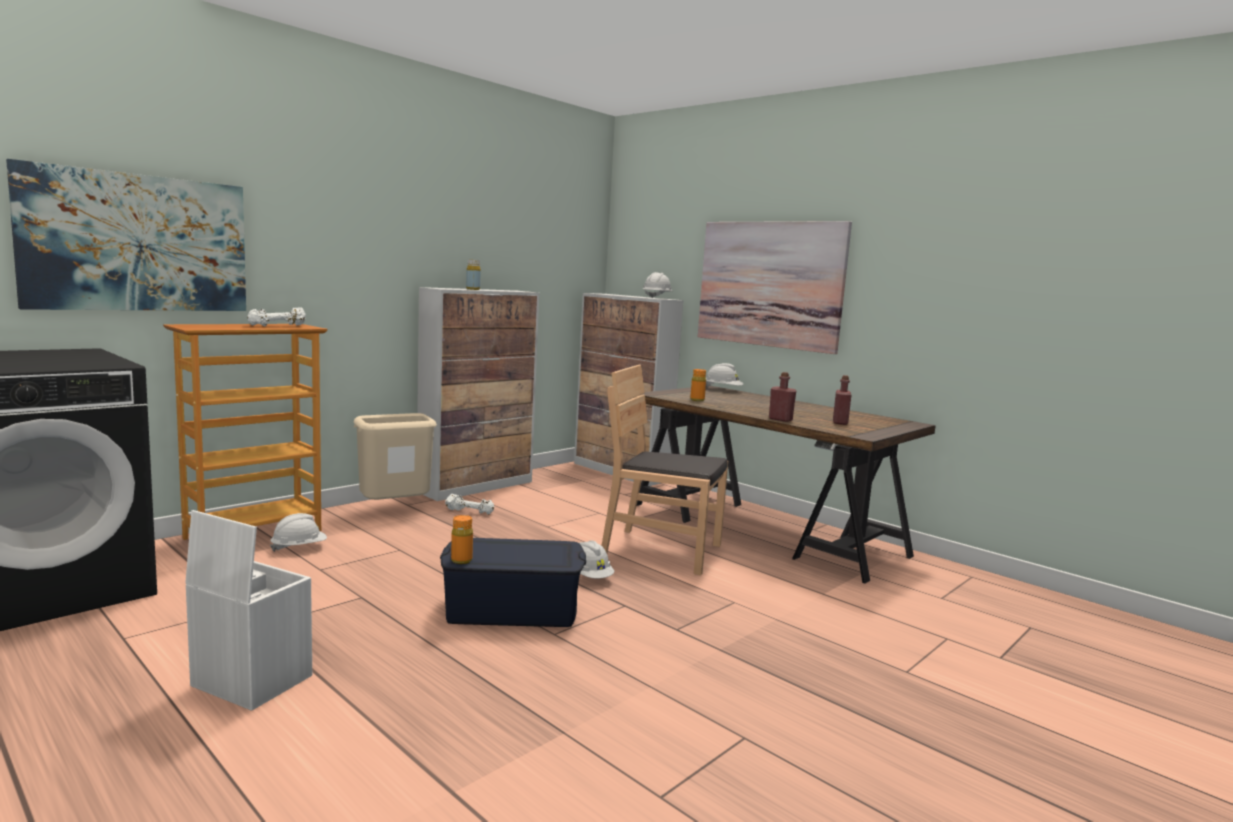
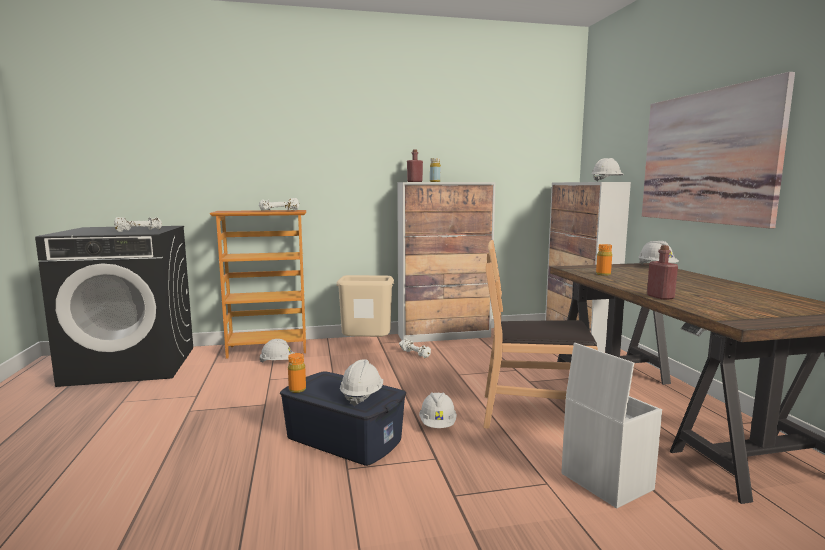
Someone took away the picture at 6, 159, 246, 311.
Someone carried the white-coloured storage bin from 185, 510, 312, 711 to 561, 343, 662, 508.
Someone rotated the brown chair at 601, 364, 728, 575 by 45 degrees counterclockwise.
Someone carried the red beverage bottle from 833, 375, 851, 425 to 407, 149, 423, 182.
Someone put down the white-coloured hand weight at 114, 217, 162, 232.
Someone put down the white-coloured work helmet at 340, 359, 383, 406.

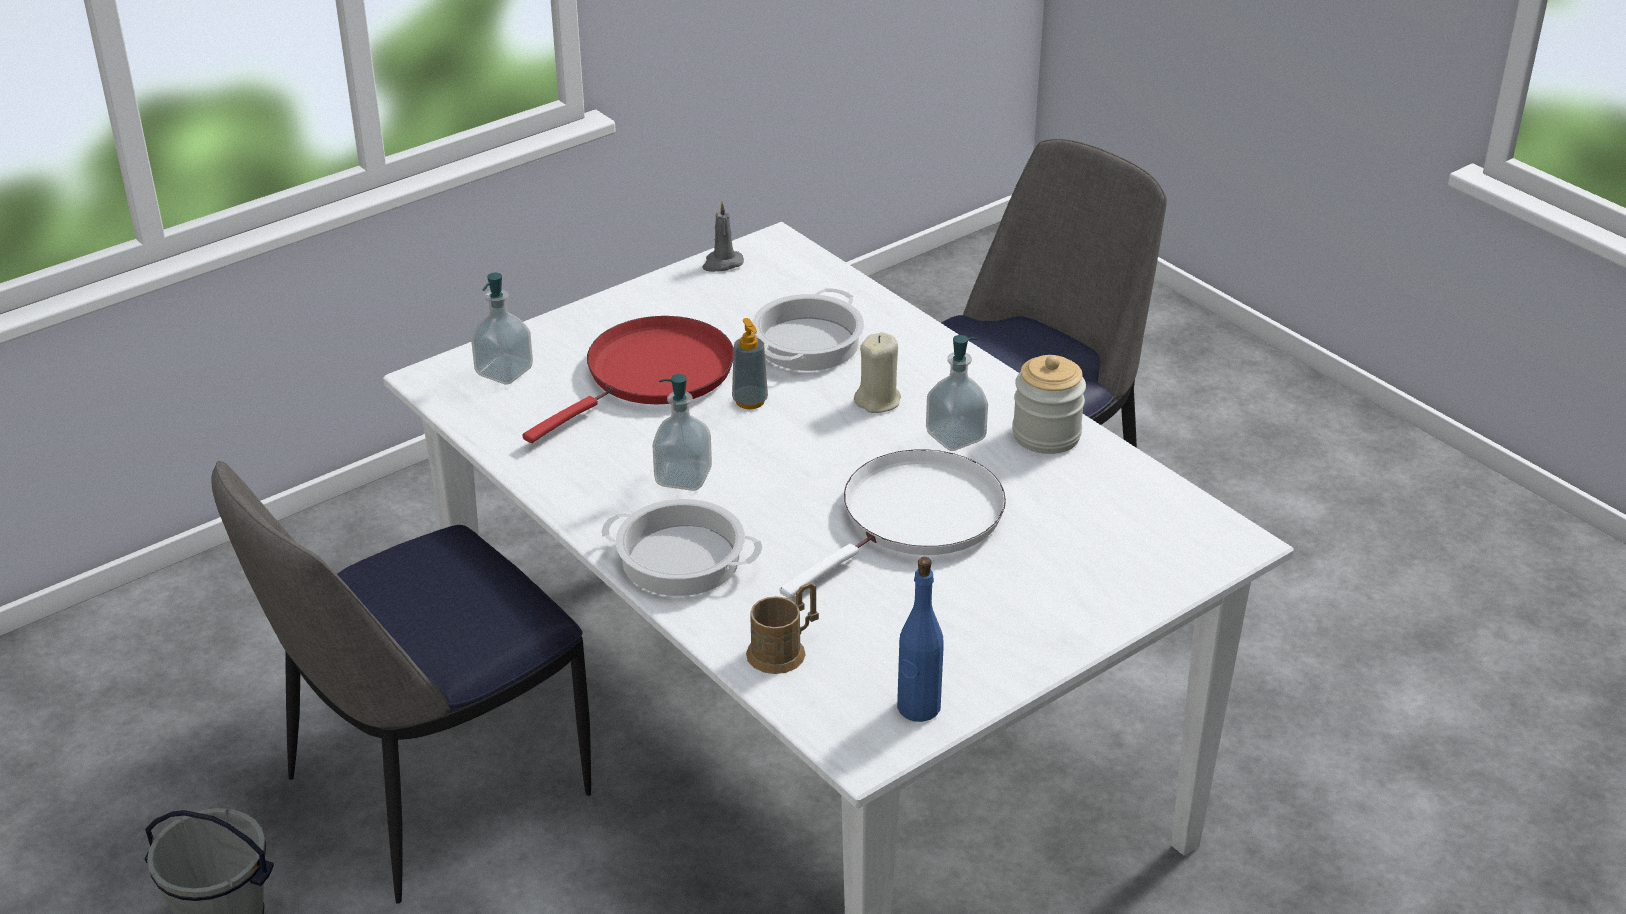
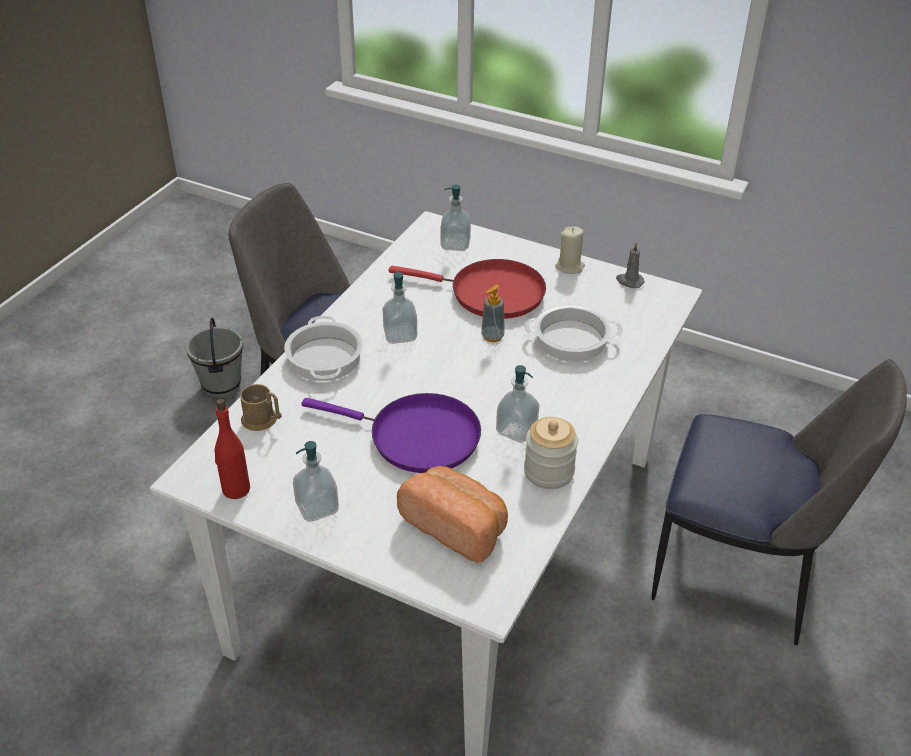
Someone repainted the white-coloured frying pan at 779, 449, 1006, 599, which became the purple-coloured frying pan at 302, 393, 481, 473.
Someone carried the beige wax light from 854, 332, 901, 413 to 555, 227, 585, 274.
Someone repainted the blue-coloured beverage bottle at 897, 557, 944, 722, which became the red beverage bottle at 215, 399, 250, 499.
Someone put down the soap dispenser at 293, 441, 339, 522.
Someone put down the bakery bread at 397, 466, 508, 563.

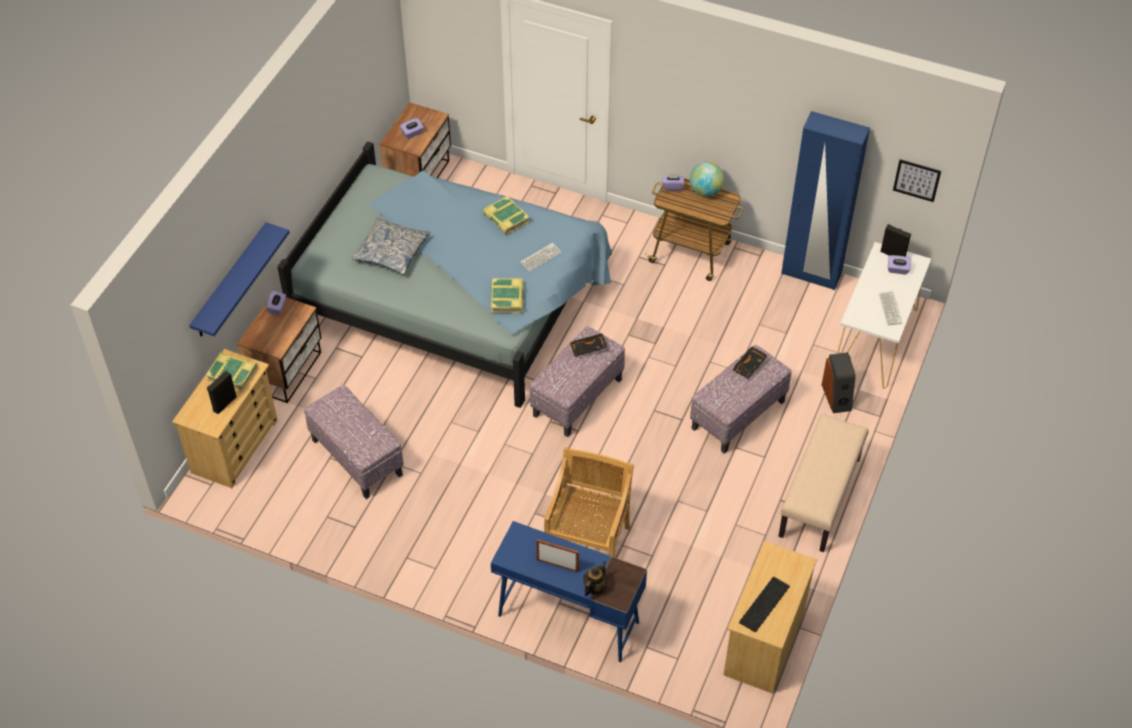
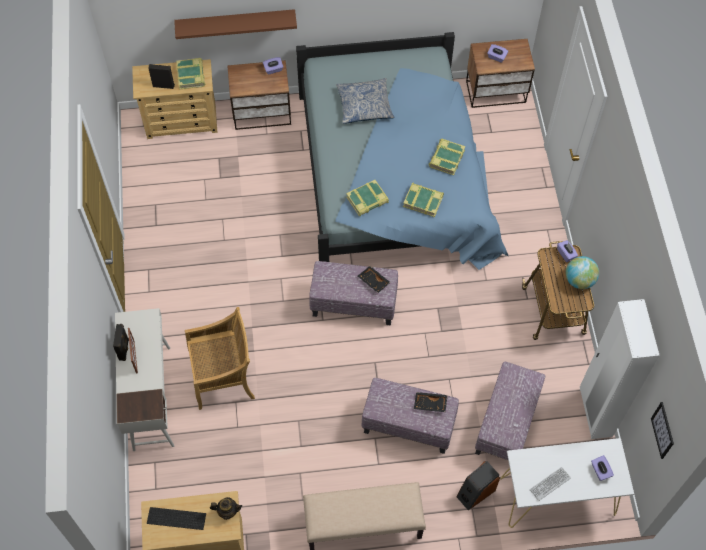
Someone repainted the blue-coloured wall shelf at 189, 222, 290, 337, which became the brown wall shelf at 174, 9, 297, 39.
Someone carried the footrest from 304, 385, 404, 499 to 475, 362, 545, 460.
Someone repainted the blue-coloured desk table at 491, 521, 647, 662, which became the white-coloured desk table at 115, 308, 174, 451.
Someone swapped the PC keyboard at 520, 243, 561, 271 for the volume at 403, 183, 444, 217.
Someone carried the teapot from 583, 561, 607, 596 to 210, 497, 242, 520.
Someone repainted the blue-coloured armoire at 781, 111, 870, 290, which became the white-coloured armoire at 580, 299, 660, 439.
Someone carried the blackish speaker from 880, 224, 911, 257 to 113, 324, 129, 361.

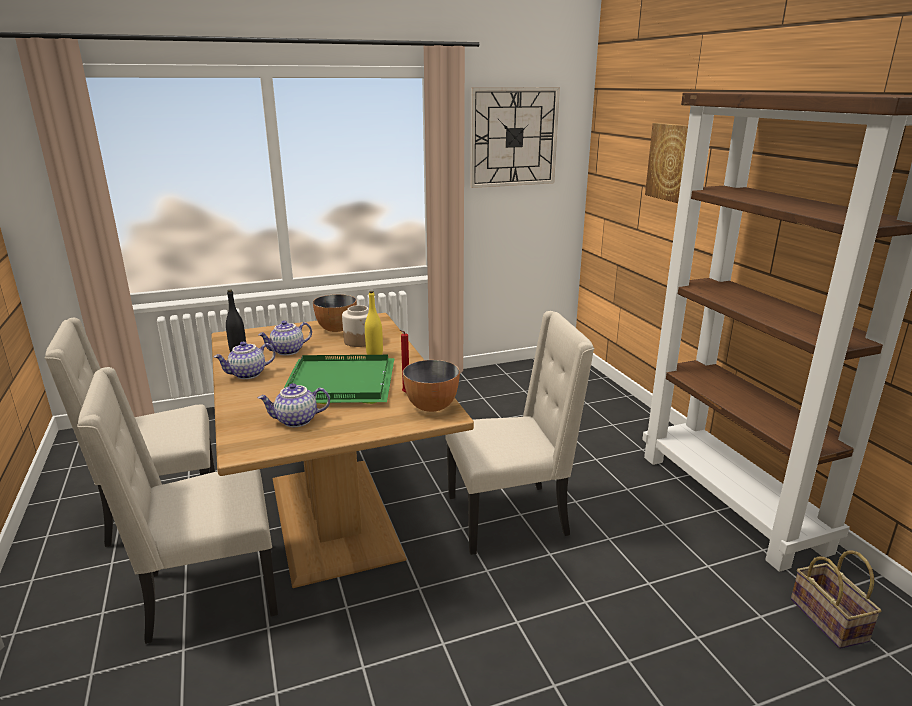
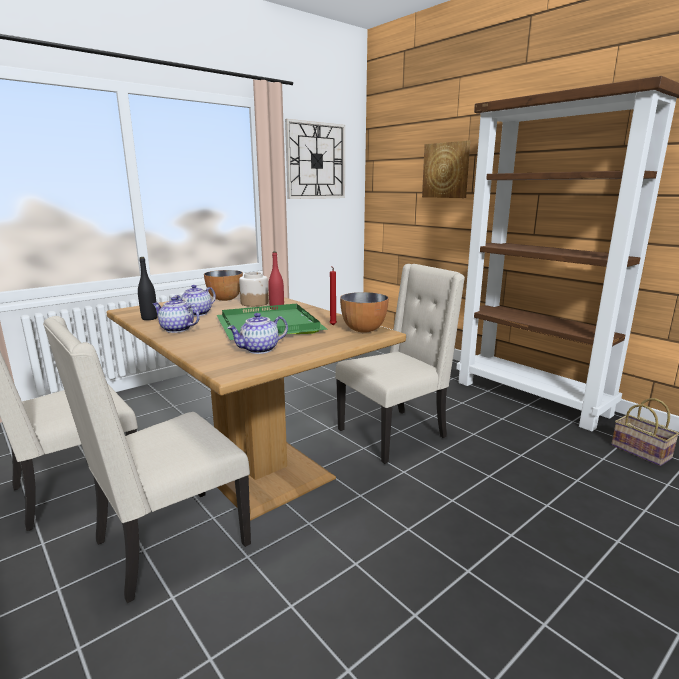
Someone rotated the teapot at 214, 341, 275, 379 by 75 degrees clockwise.
Someone repainted the yellowish beverage bottle at 365, 291, 383, 355, which became the red beverage bottle at 268, 251, 284, 310.

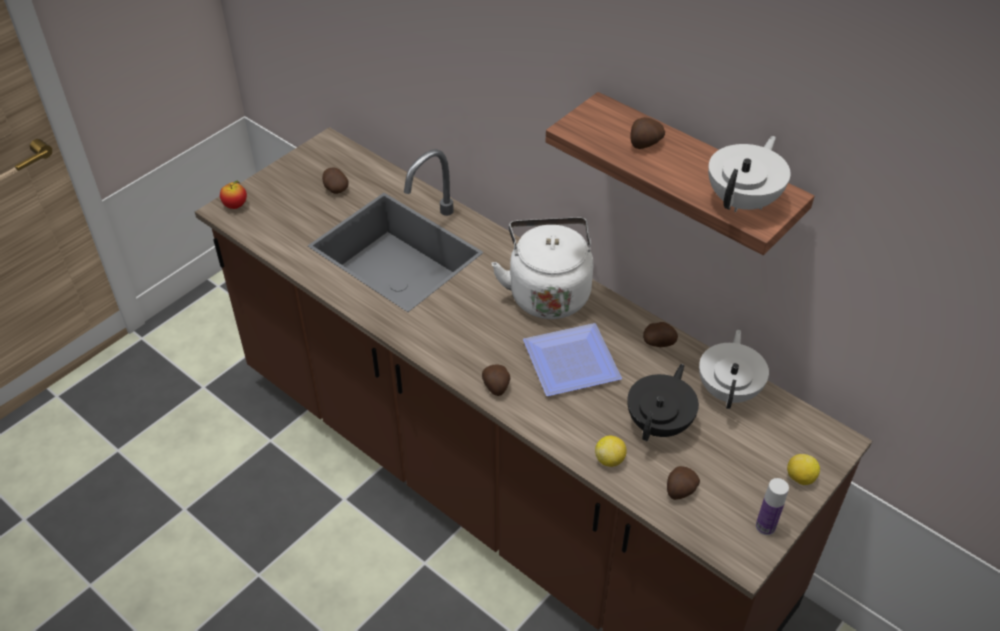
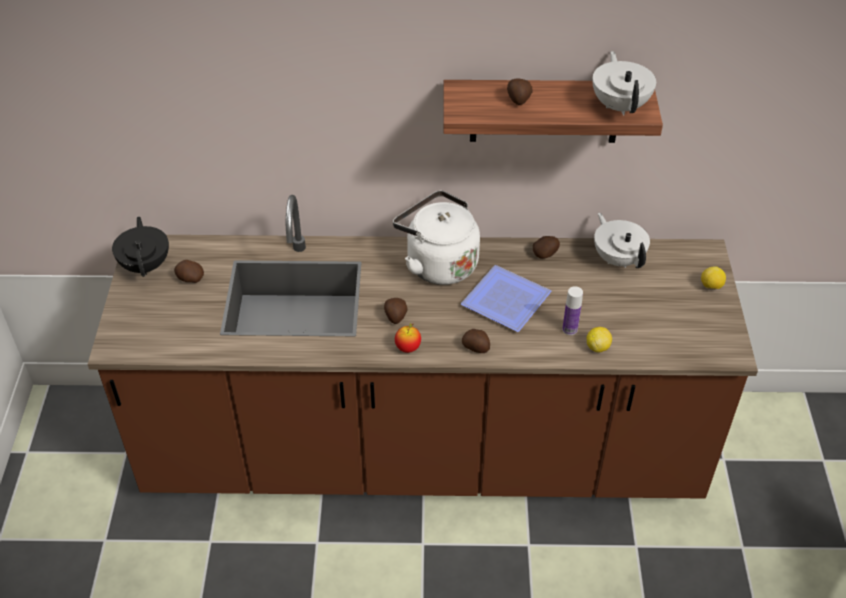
Someone carried the whole apple from 220, 180, 247, 209 to 395, 323, 421, 353.
Someone carried the blackish teapot from 627, 364, 699, 441 to 112, 216, 169, 277.
Someone carried the spud from 667, 466, 700, 500 to 384, 298, 408, 324.
Someone carried the beverage bottle from 756, 478, 789, 535 to 562, 286, 583, 335.

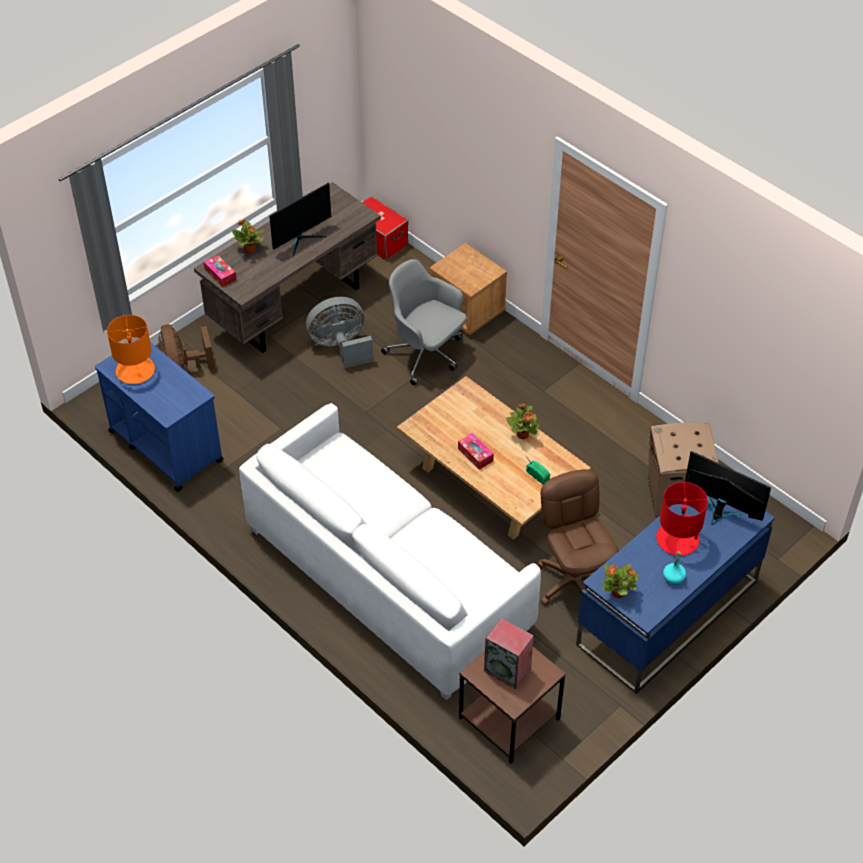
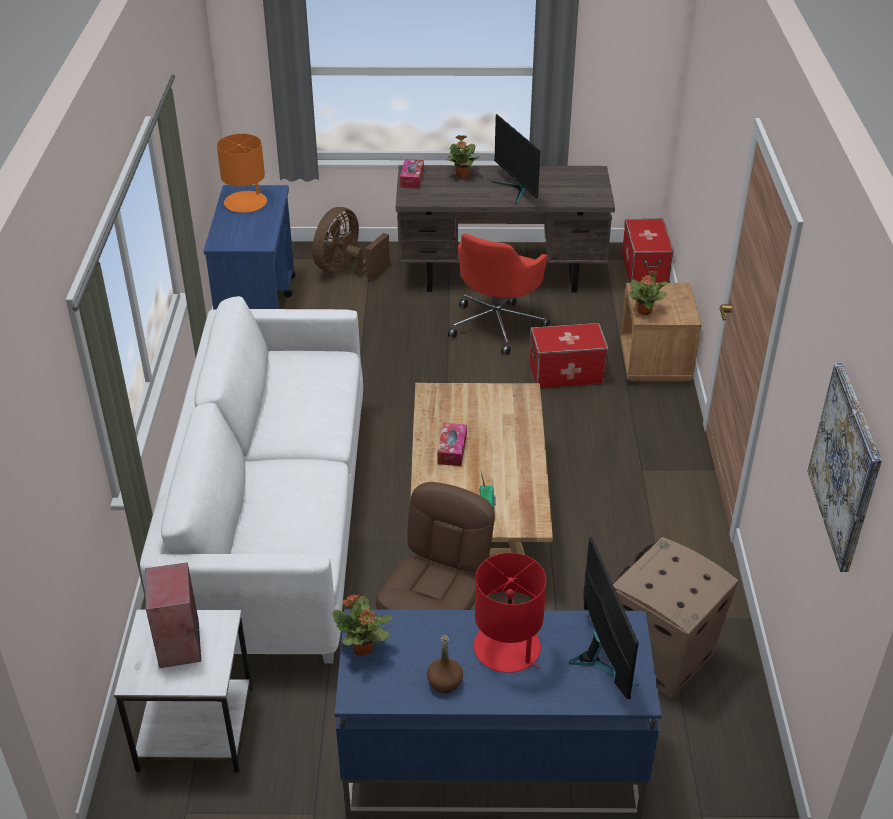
Someone rotated the monitor at 269, 183, 332, 257 by 60 degrees clockwise.
Someone swapped the gray cooling fan at 306, 297, 373, 368 for the red office chair at 448, 233, 550, 355.
Someone swapped the gray office chair at 381, 259, 467, 386 for the storage bin at 530, 323, 608, 389.
Someone repainted the brown side table at 459, 647, 566, 763, which became the white-coloured side table at 114, 610, 252, 772.
Someone carried the plant in a pot from 506, 404, 539, 439 to 629, 271, 668, 315.
Someone repainted the turquoise-coloured beverage bottle at 663, 551, 686, 585, which became the brown beverage bottle at 427, 635, 463, 693.
Someone put up the picture at 807, 363, 882, 572.

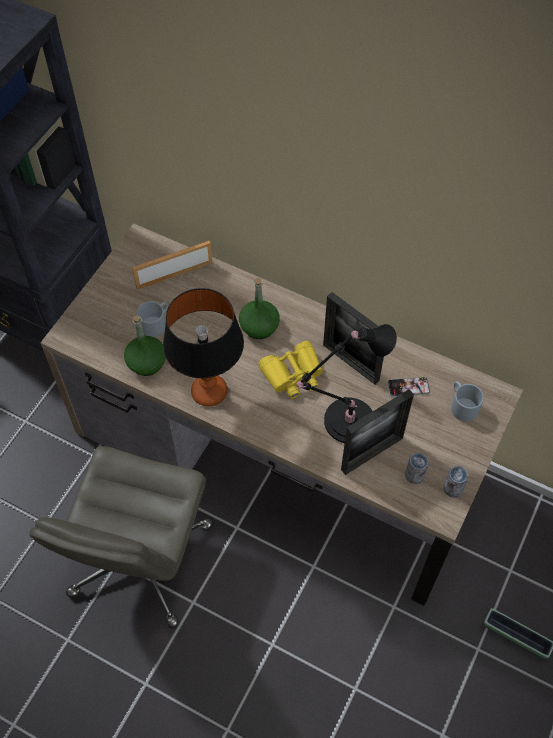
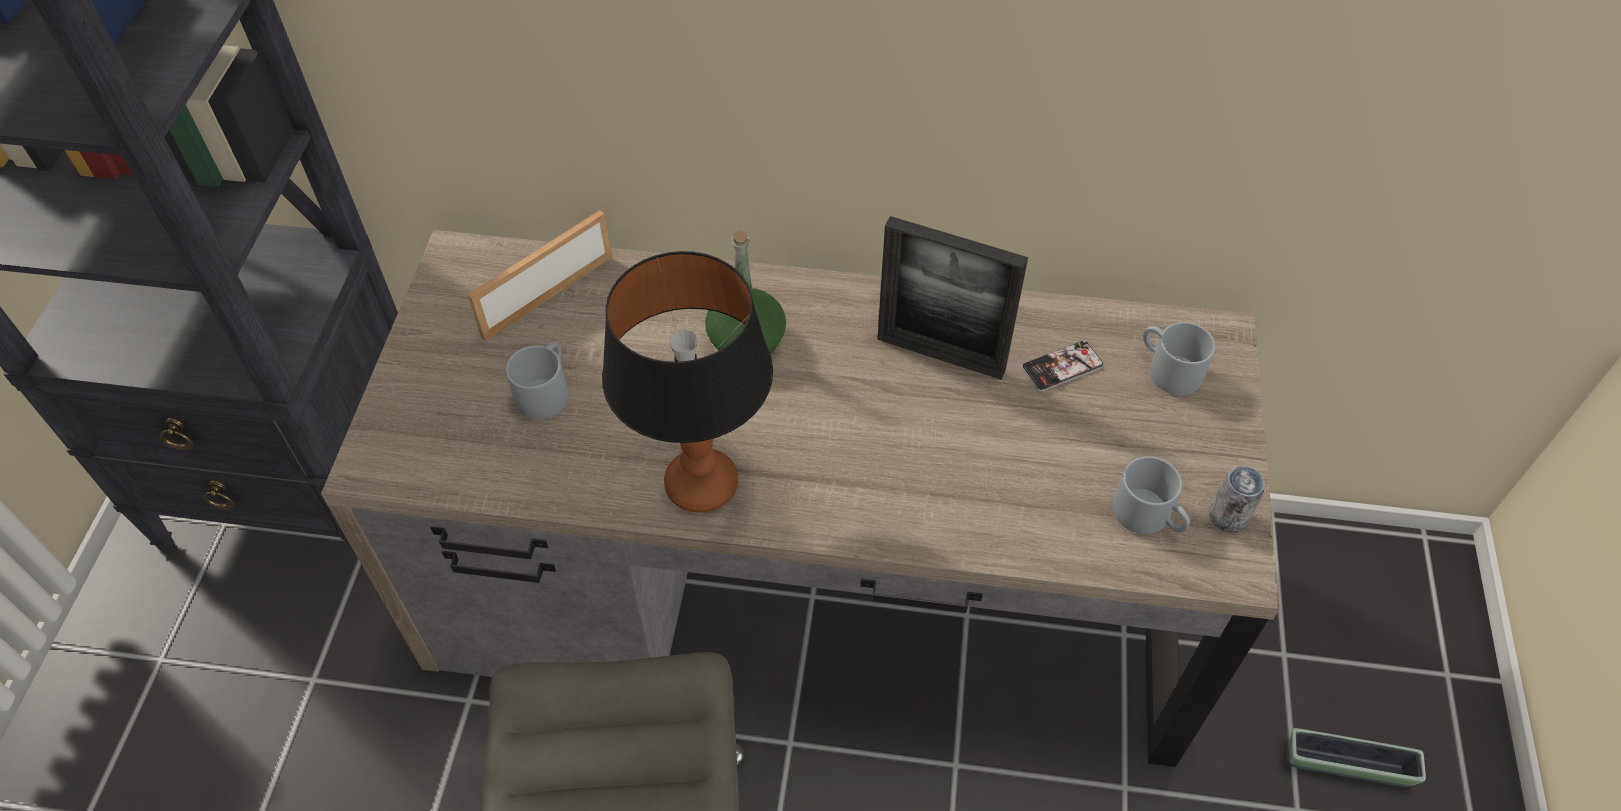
Someone took away the green-coloured beverage bottle at 124, 316, 166, 376.
Someone took away the yellowish binoculars at 258, 341, 323, 399.
Someone took away the blackish table lamp at 296, 324, 397, 443.
Someone took away the picture frame at 341, 389, 414, 475.
Someone swapped the metal can at 405, 453, 429, 484 for the gray mug at 1113, 456, 1190, 534.

